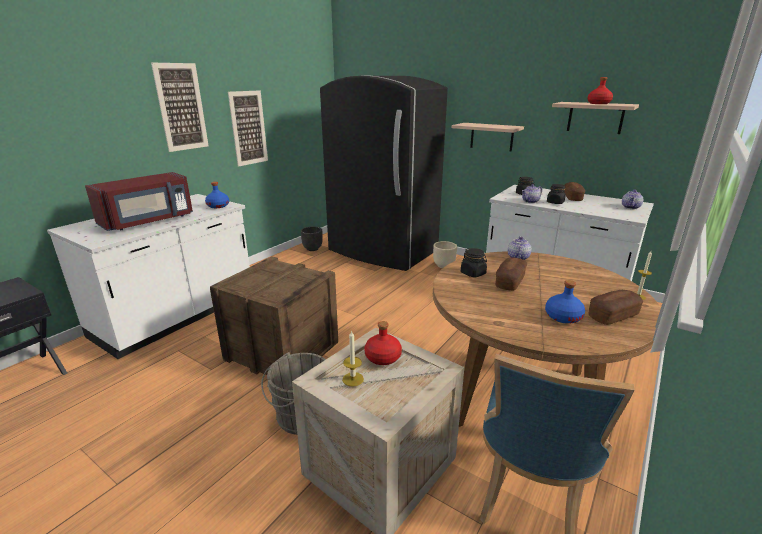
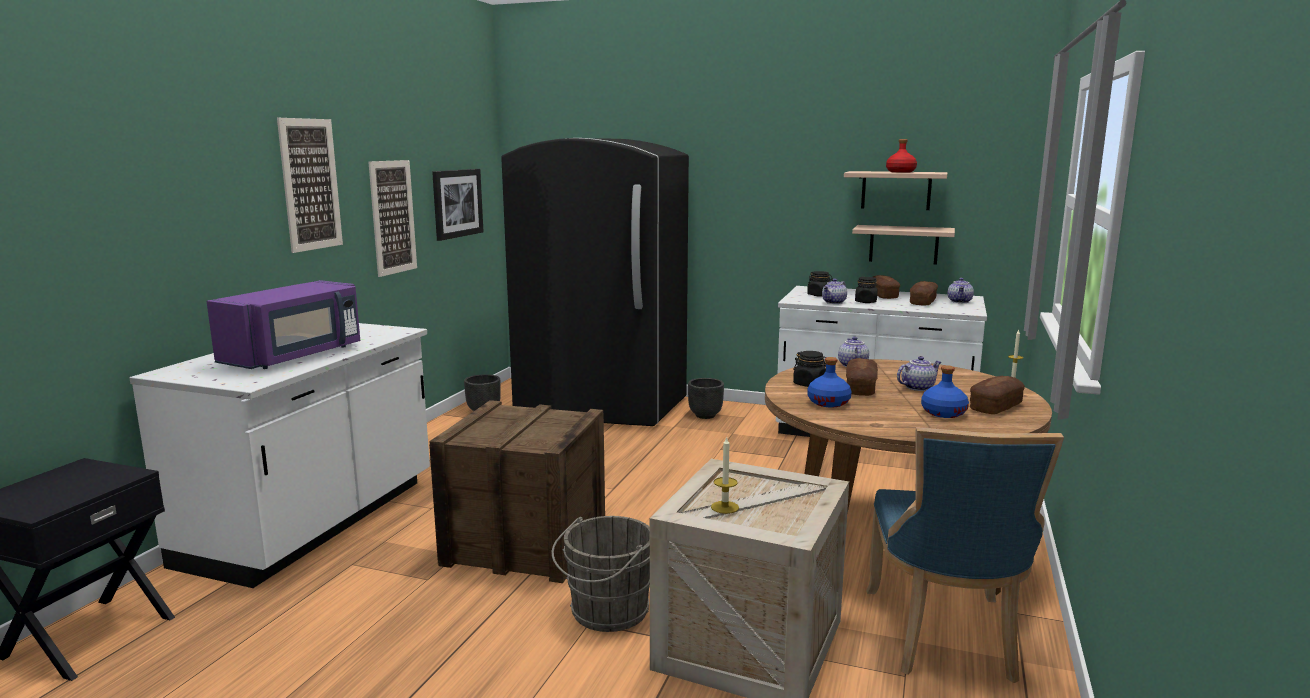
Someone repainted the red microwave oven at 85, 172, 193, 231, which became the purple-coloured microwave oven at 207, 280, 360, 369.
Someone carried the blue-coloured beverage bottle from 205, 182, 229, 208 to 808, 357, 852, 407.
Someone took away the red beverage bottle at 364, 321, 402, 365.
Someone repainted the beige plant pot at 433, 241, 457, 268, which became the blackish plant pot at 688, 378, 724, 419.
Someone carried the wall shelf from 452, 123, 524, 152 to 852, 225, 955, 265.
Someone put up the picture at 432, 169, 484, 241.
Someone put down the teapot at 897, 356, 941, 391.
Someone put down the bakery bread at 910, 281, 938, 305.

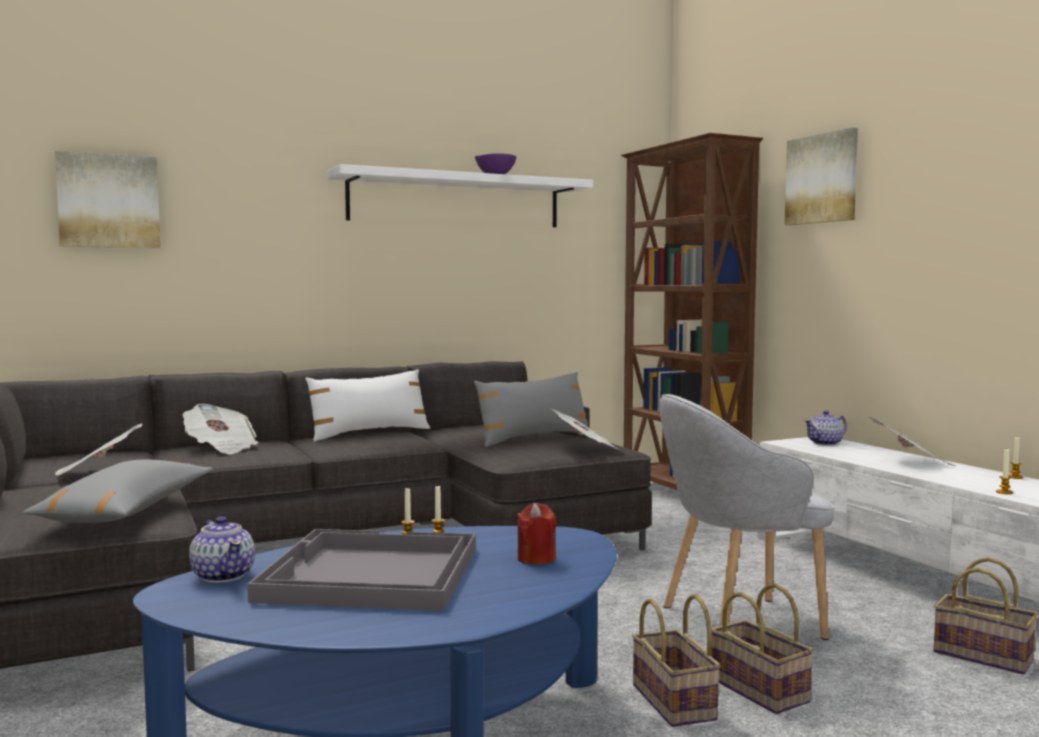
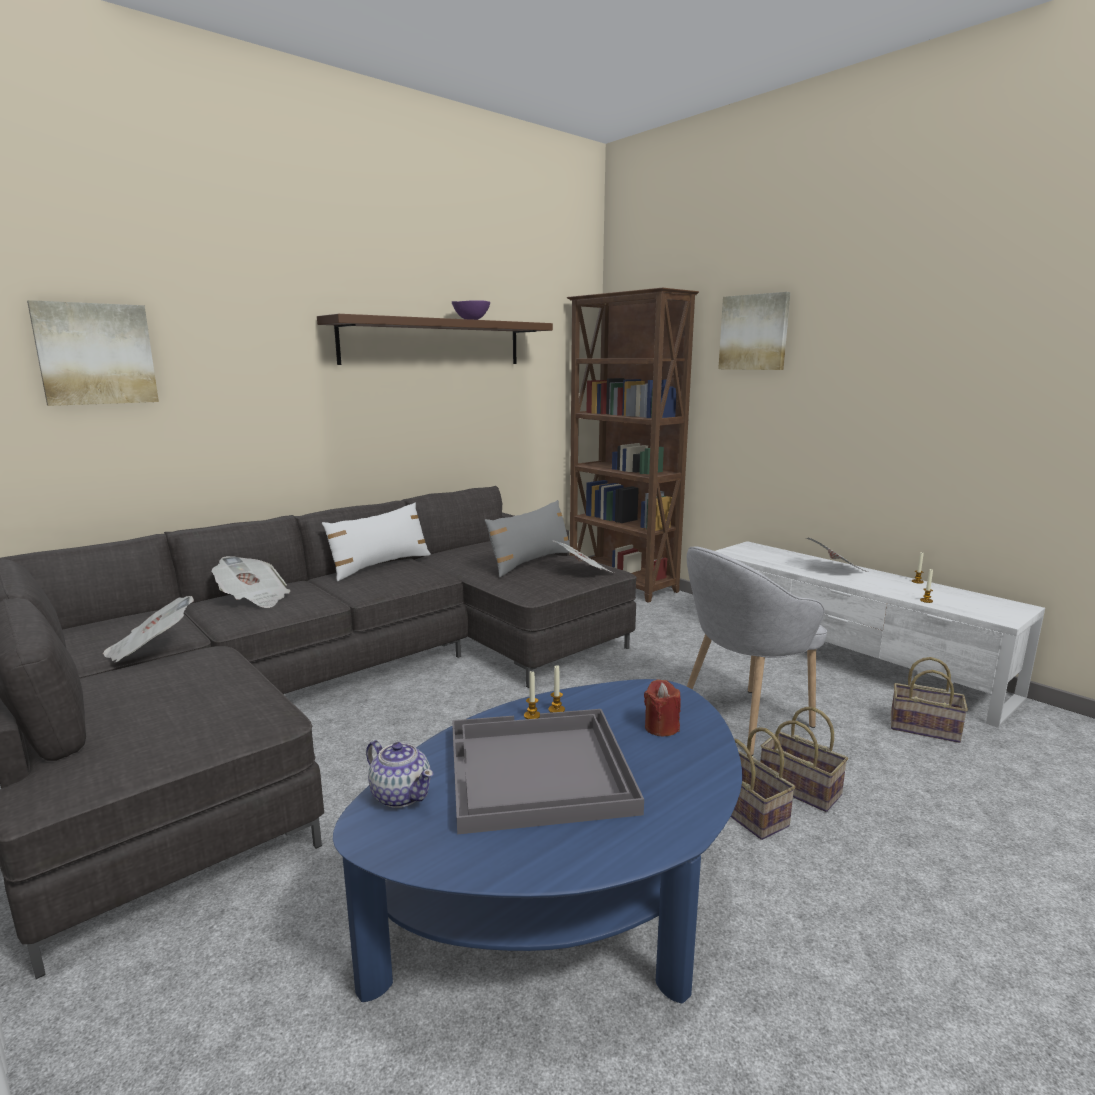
Someone took away the gray cushion at 23, 460, 213, 523.
Someone repainted the white-coloured wall shelf at 327, 164, 593, 227, which became the brown wall shelf at 317, 314, 553, 365.
Someone took away the teapot at 804, 410, 847, 446.

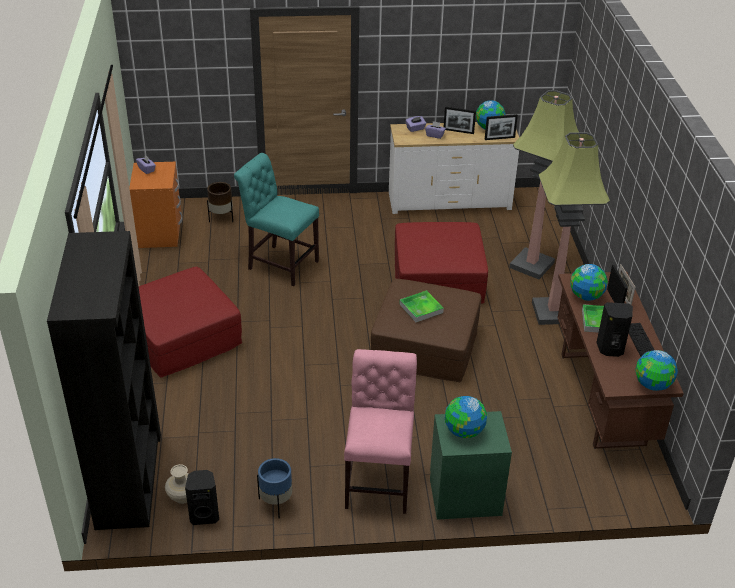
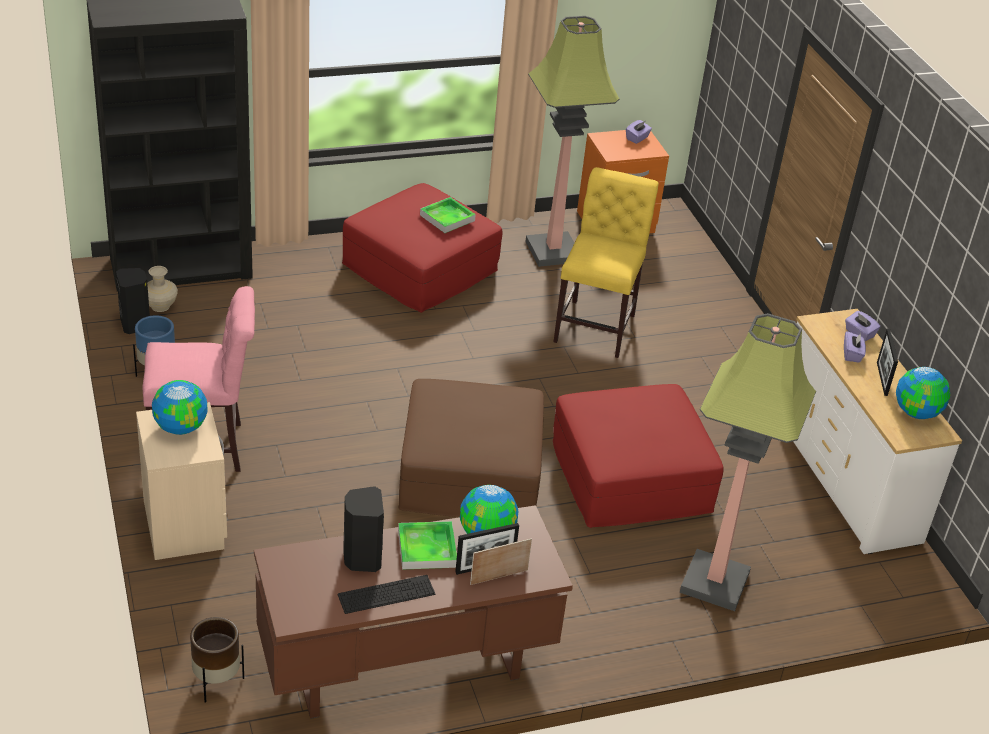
Someone carried the brown plant pot from 207, 182, 233, 222 to 190, 617, 244, 703.
Someone repainted the turquoise-coloured chair at 234, 153, 319, 286, which became the yellowish chair at 554, 167, 659, 358.
Someone carried the tray from 399, 290, 444, 322 to 420, 197, 476, 233.
Someone repainted the green-coloured night table at 430, 411, 512, 520, which became the beige night table at 136, 402, 227, 560.
Someone took away the picture frame at 485, 114, 518, 140.
Someone carried the standard lamp from 532, 132, 610, 325 to 525, 16, 619, 267.
Someone took away the desk globe at 635, 350, 678, 391.

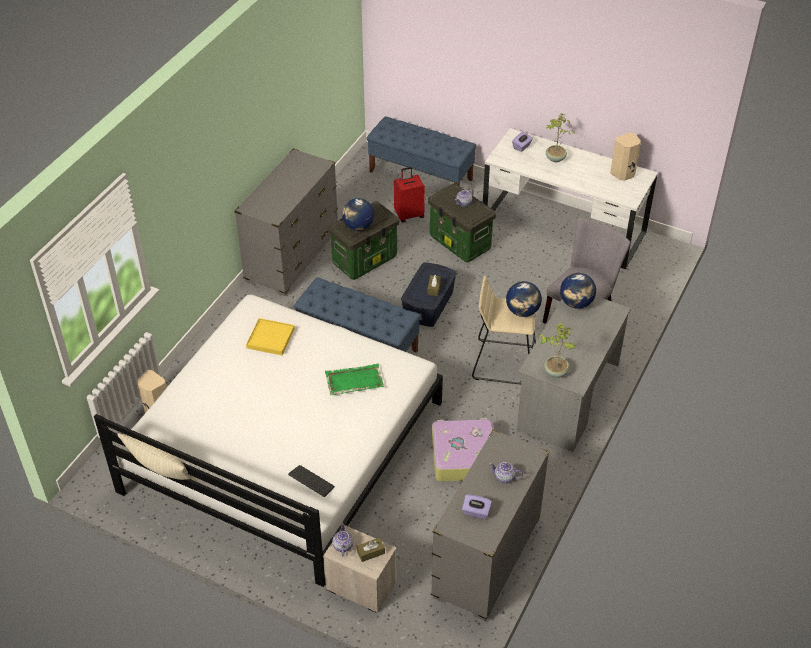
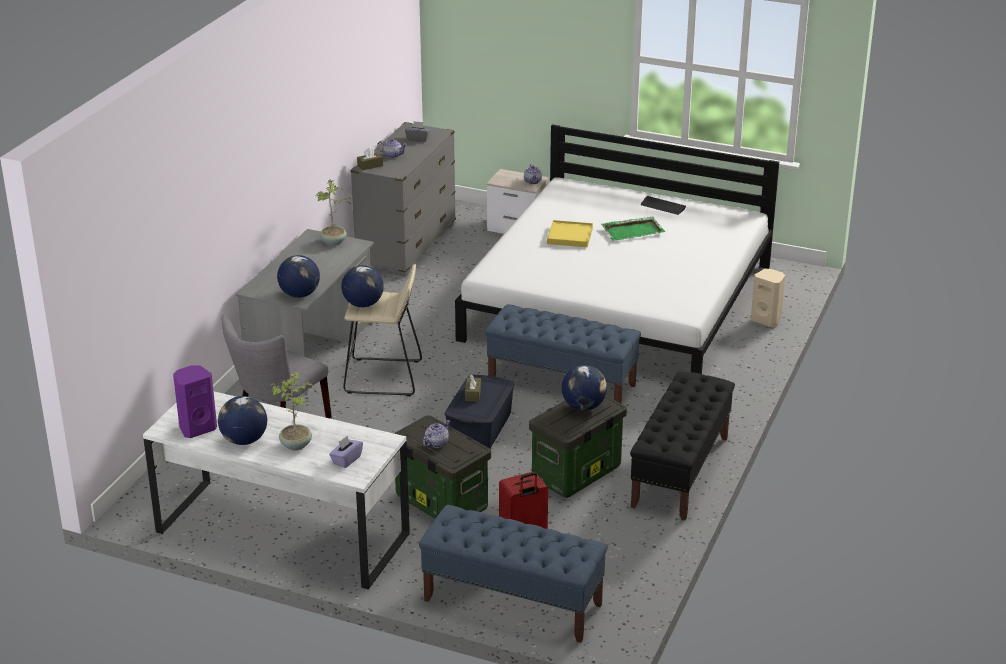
Someone took away the beige cushion at 118, 433, 199, 483.
Someone swapped the gray chest of drawers at 235, 148, 338, 296 for the blackish indoor bench at 630, 371, 735, 520.
Someone carried the yellowish tray from 246, 318, 295, 355 to 547, 220, 593, 247.
Someone carried the PC keyboard from 288, 465, 335, 497 to 641, 196, 686, 215.
Someone carried the green-coloured tray from 325, 363, 384, 395 to 601, 217, 665, 241.
Someone carried the brown box of tissues from 357, 538, 385, 562 to 357, 148, 383, 171.
Someone took away the piece of luggage at 432, 418, 494, 482.
Someone repainted the purple-coloured box of tissues at 462, 495, 492, 519, which became the gray box of tissues at 405, 121, 430, 142.
Someone repainted the beige speaker at 610, 132, 641, 181, which became the purple-coloured speaker at 173, 365, 217, 438.
Someone put down the desk globe at 218, 396, 267, 445.

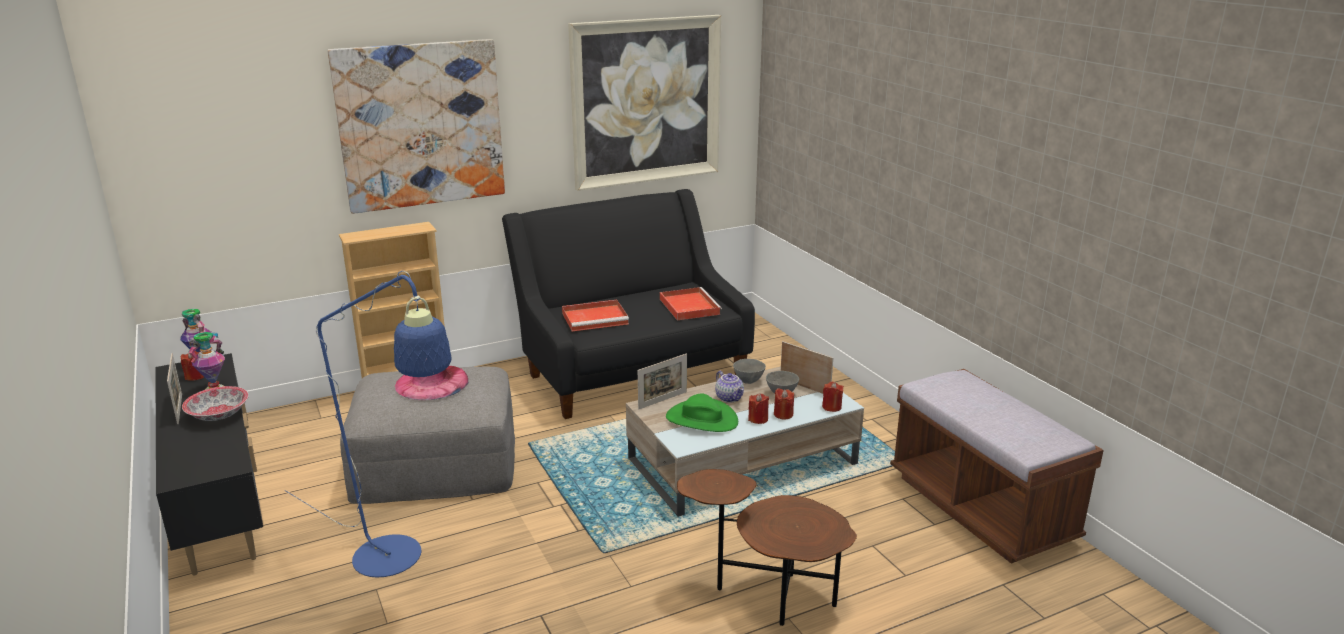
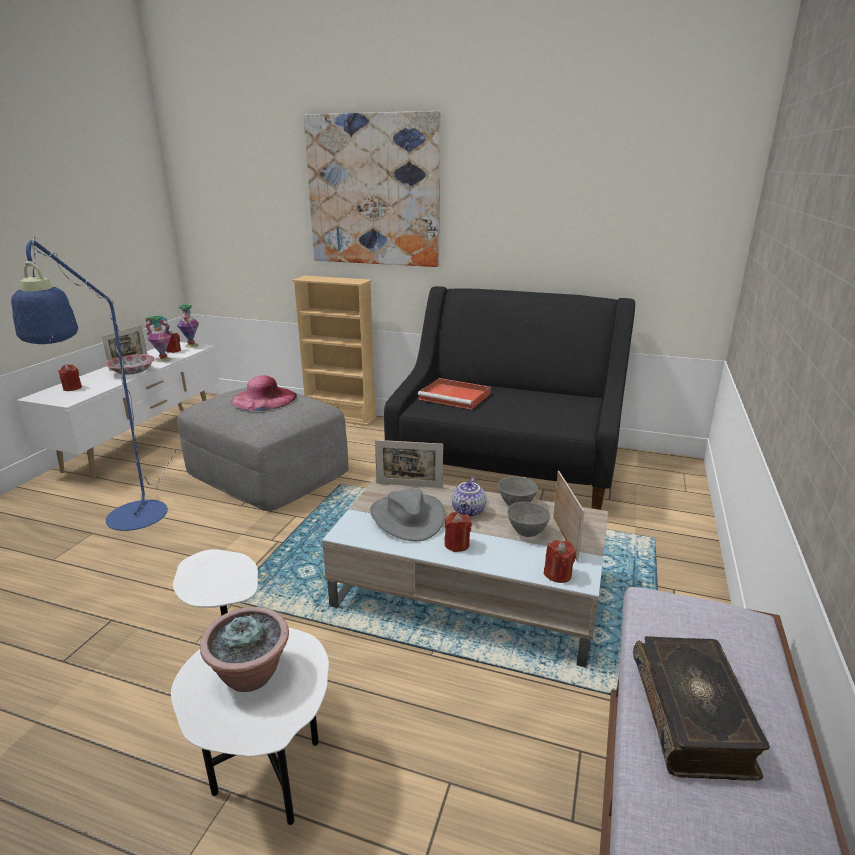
Someone repainted the blackish media console at 155, 353, 263, 576, which became the white-coloured media console at 17, 342, 220, 479.
Someone took away the picture at 568, 15, 721, 191.
Someone took away the red tray at 660, 287, 722, 320.
Someone repainted the green-coloured wearable hat at 666, 393, 738, 432, which became the gray wearable hat at 370, 488, 445, 541.
Someone repainted the brown side table at 677, 469, 857, 626, which became the white-coloured side table at 171, 549, 329, 825.
Someone carried the red wax light from 774, 388, 794, 420 to 58, 364, 82, 391.
Someone put down the plant in a pot at 200, 607, 289, 692.
Someone put down the volume at 633, 636, 770, 781.

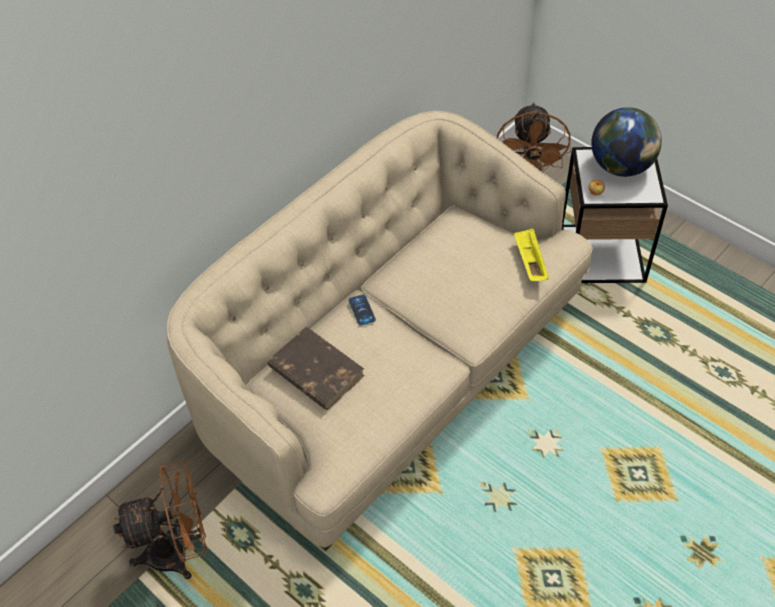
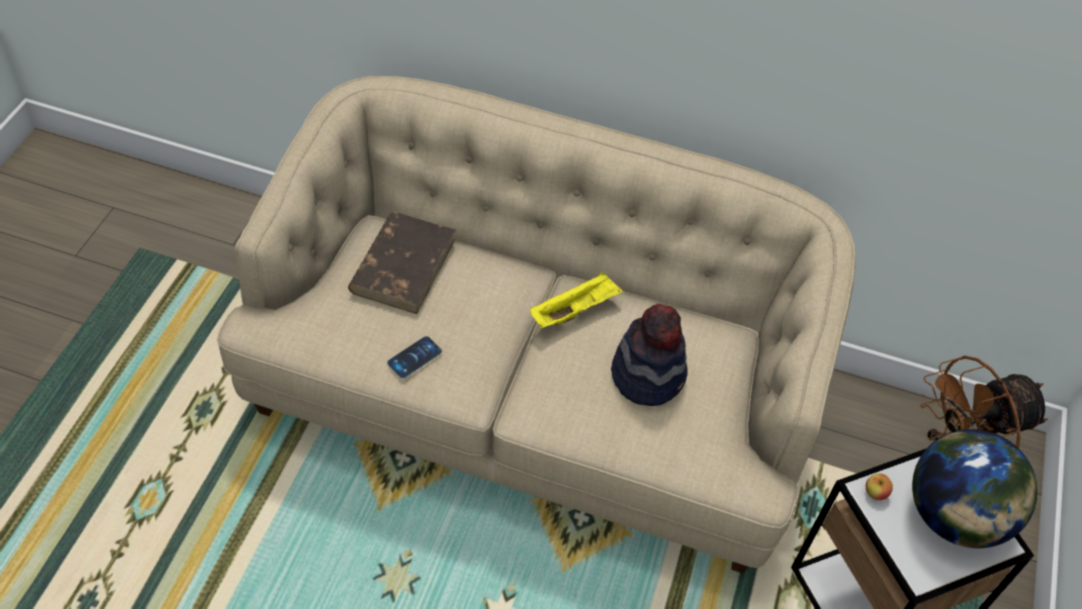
Someone took away the brown cooling fan at 113, 461, 207, 579.
Someone carried the telephone from 348, 294, 376, 326 to 387, 336, 442, 378.
Someone carried the yellowish tray from 514, 228, 549, 281 to 530, 272, 623, 328.
Someone put down the wearable hat at 611, 304, 688, 406.

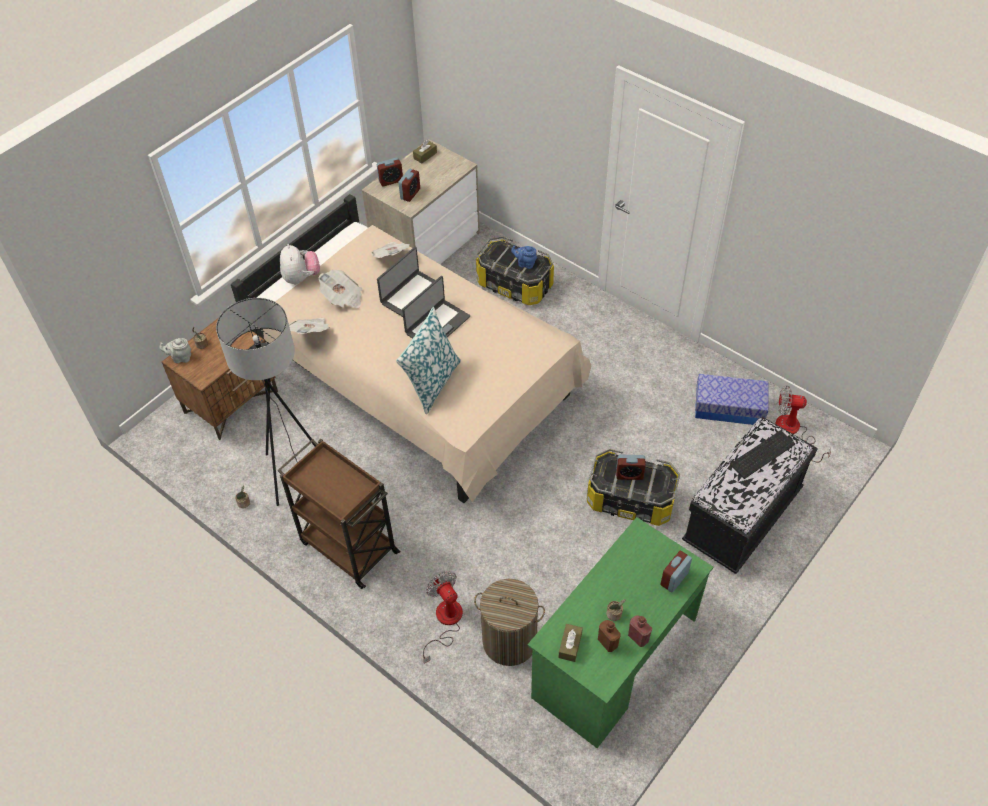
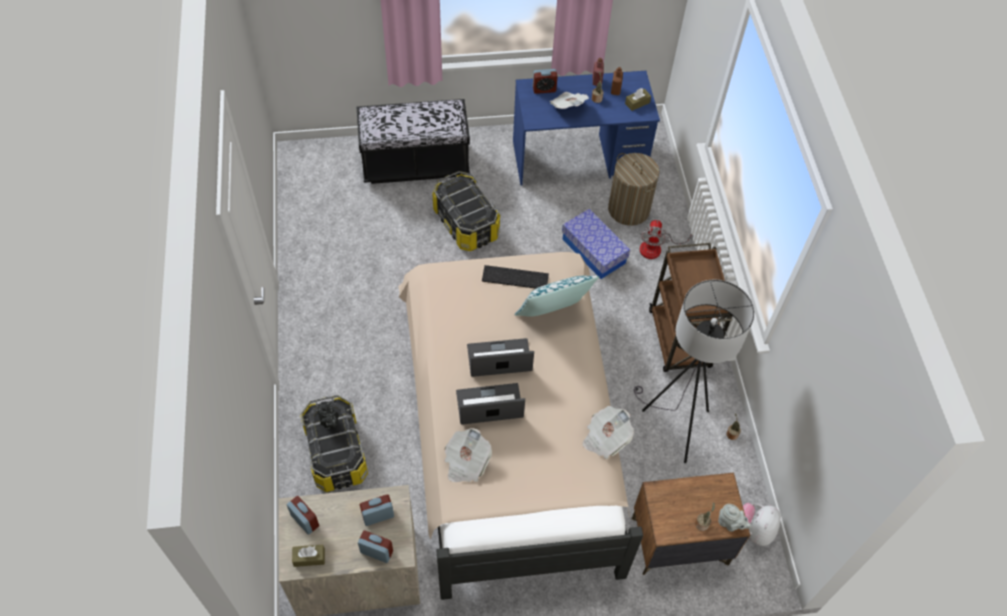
Someone carried the plush toy from 280, 244, 320, 285 to 743, 503, 781, 546.
Someone carried the printed paper from 319, 270, 362, 308 to 549, 92, 589, 109.
Someone repainted the blue-coloured teapot at 511, 246, 537, 269, which became the blackish teapot at 318, 401, 339, 429.
Someone repainted the green-coloured desk table at 528, 517, 713, 748, which became the blue-coloured desk table at 513, 71, 660, 186.
Someone carried the table clock from 616, 455, 646, 480 to 287, 496, 319, 535.
Someone carried the storage bin from 695, 374, 769, 425 to 562, 209, 630, 279.
Someone carried the PC keyboard from 730, 430, 795, 479 to 482, 265, 549, 289.
Someone took away the cooling fan at 775, 385, 831, 463.

